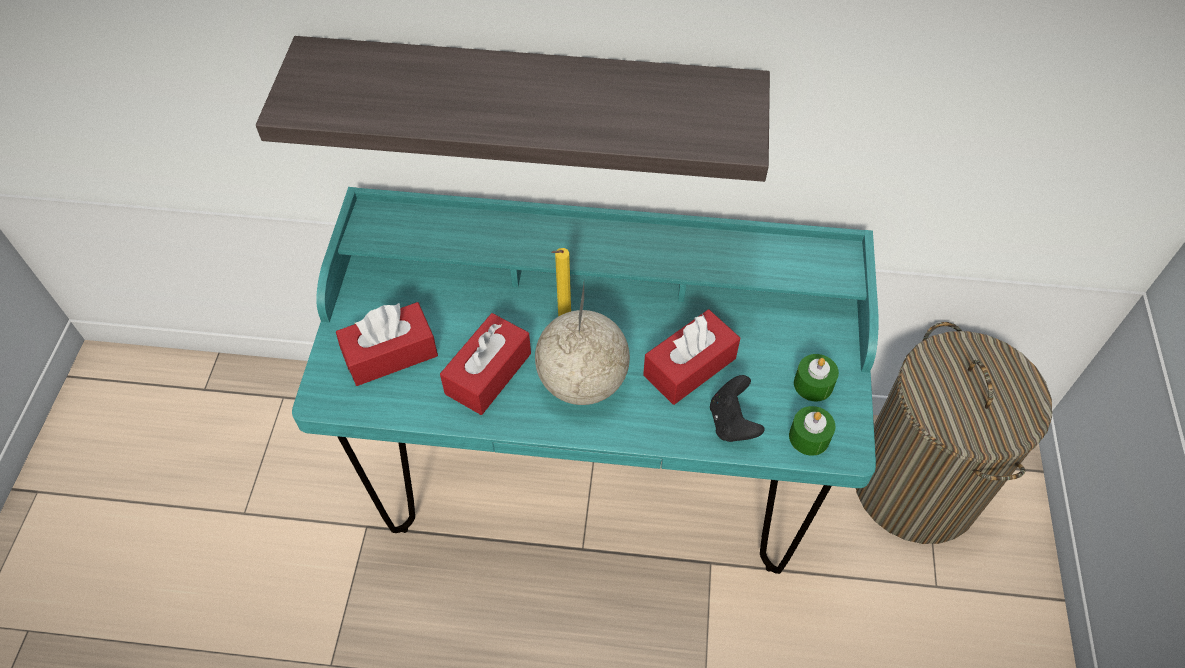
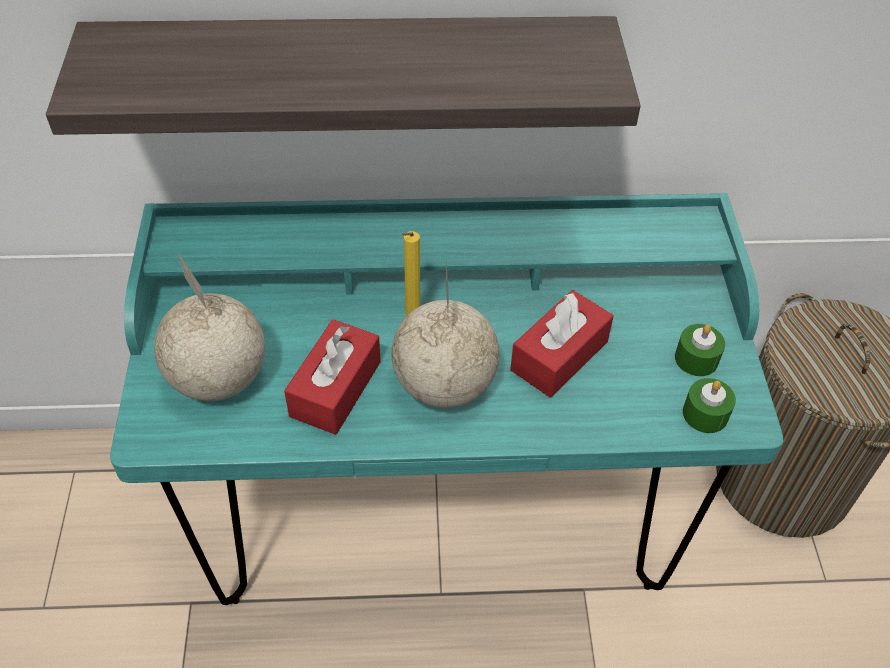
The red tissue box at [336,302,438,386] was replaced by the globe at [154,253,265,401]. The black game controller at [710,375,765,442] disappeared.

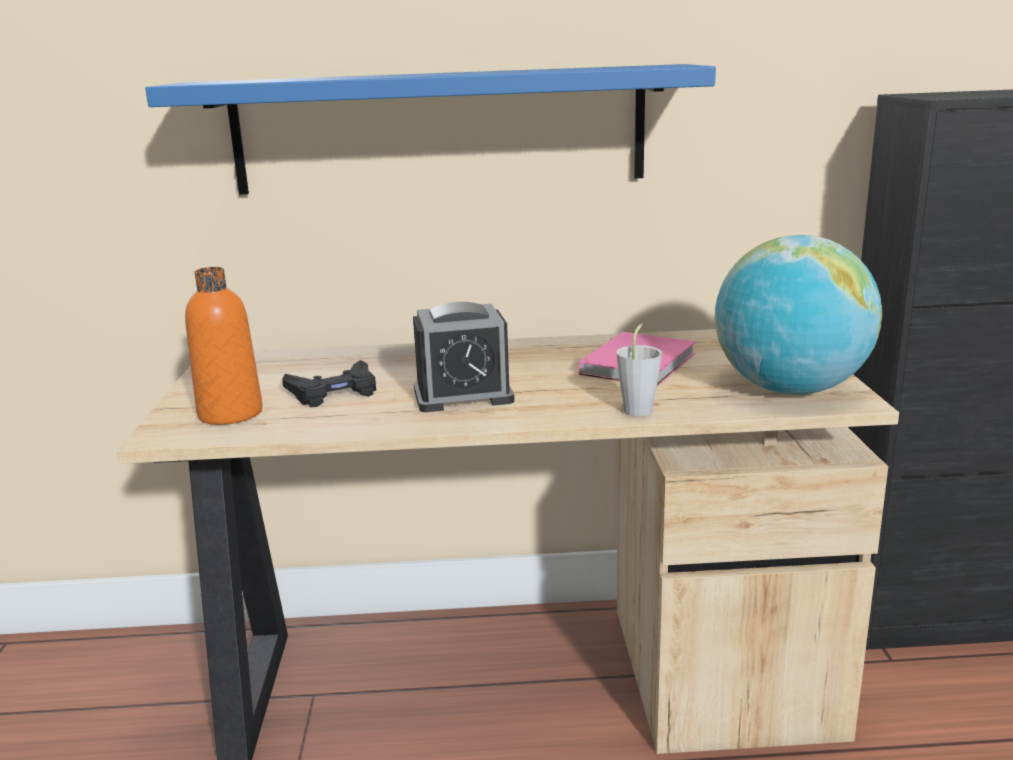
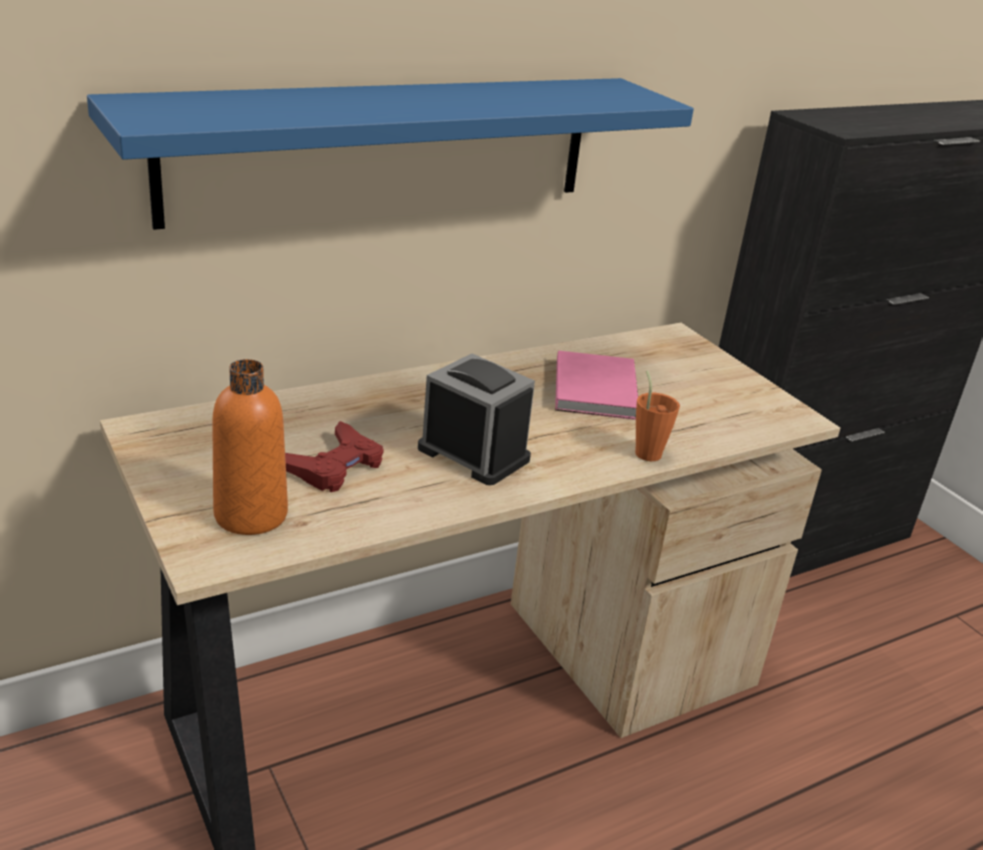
The globe at [715,235,882,395] disappeared. The alarm clock at [413,302,515,412] turned 105 degrees counterclockwise. The grey cup at [616,323,662,417] became the orange cup at [635,370,680,461]. The black game controller at [282,360,376,407] became the red game controller at [285,421,384,492].

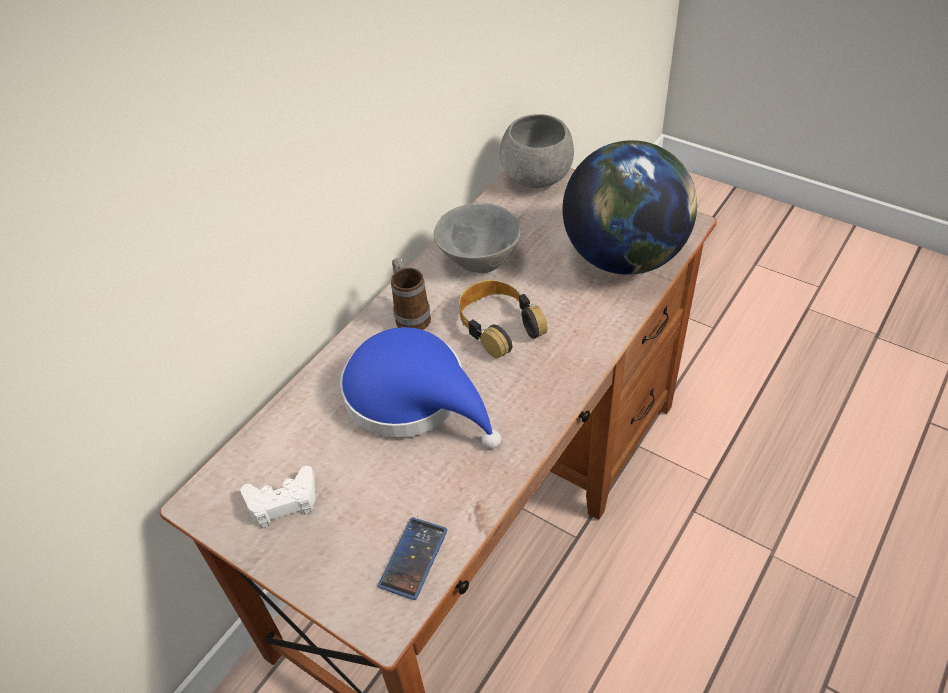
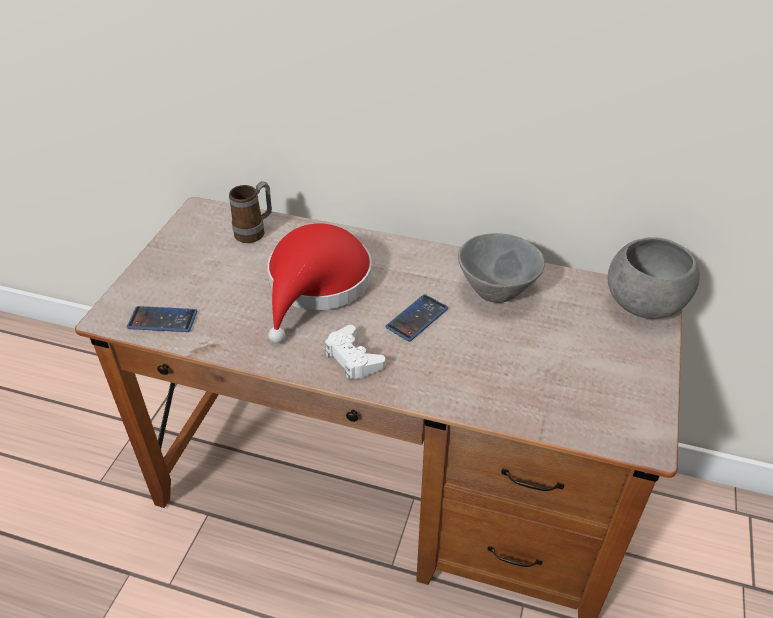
The globe at [562,140,697,275] disappeared. The mug moved from [391,258,431,330] to [229,181,272,243]. The headphones at [459,280,547,358] was replaced by the phone at [385,294,448,342]. The blue hat at [340,327,501,449] became the red hat at [267,223,372,344]. The white game controller moved from [240,466,315,528] to [325,325,385,380].

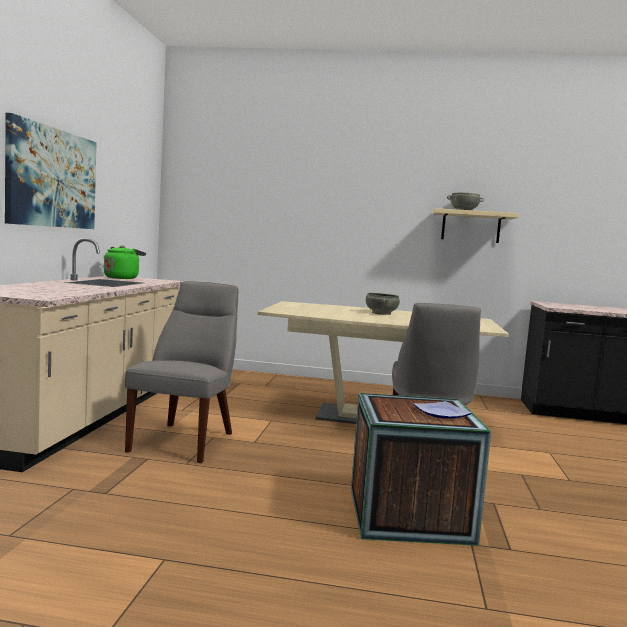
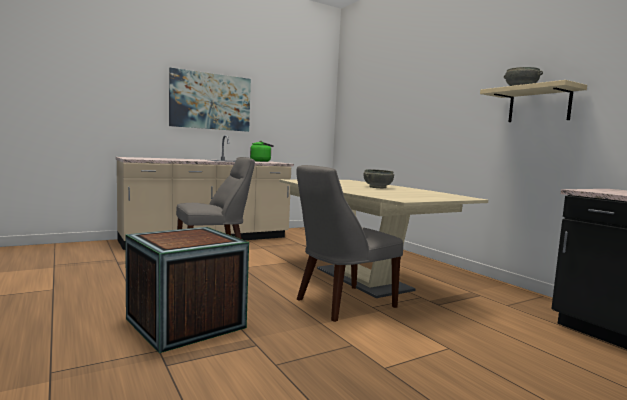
The plate at [414,401,472,419] disappeared.

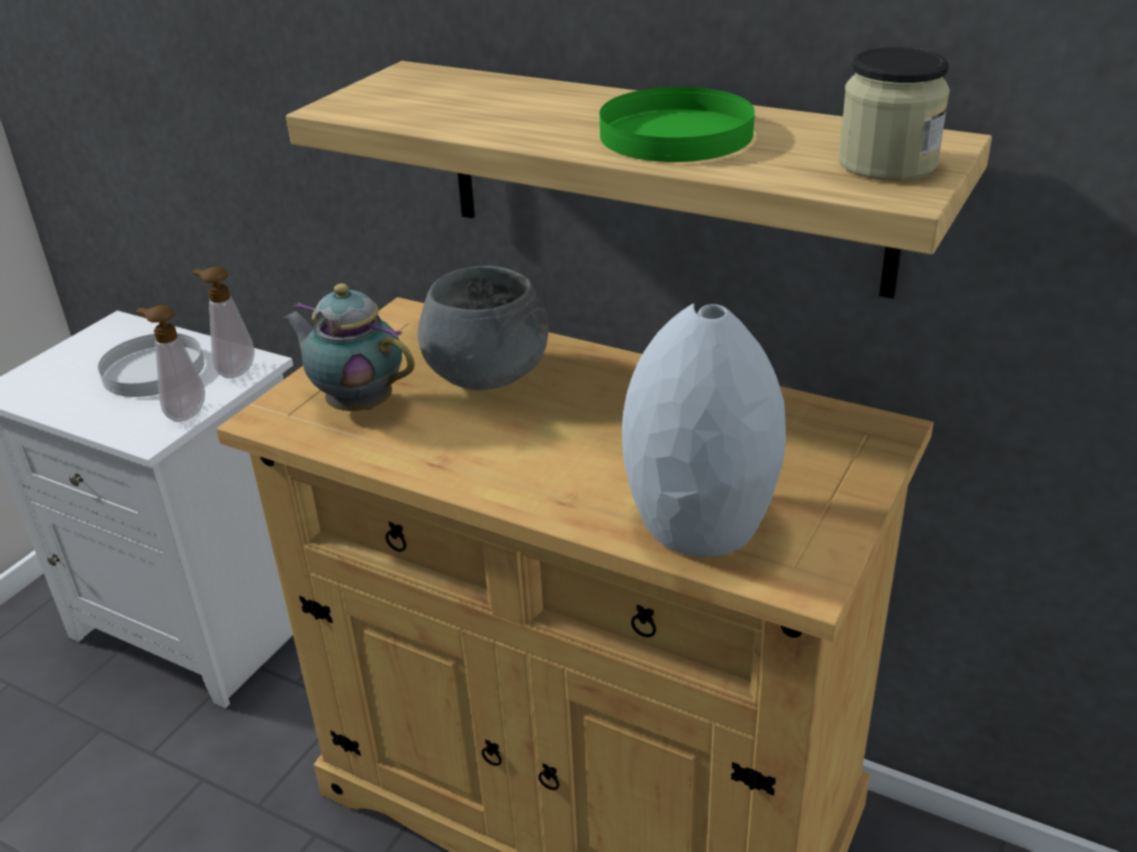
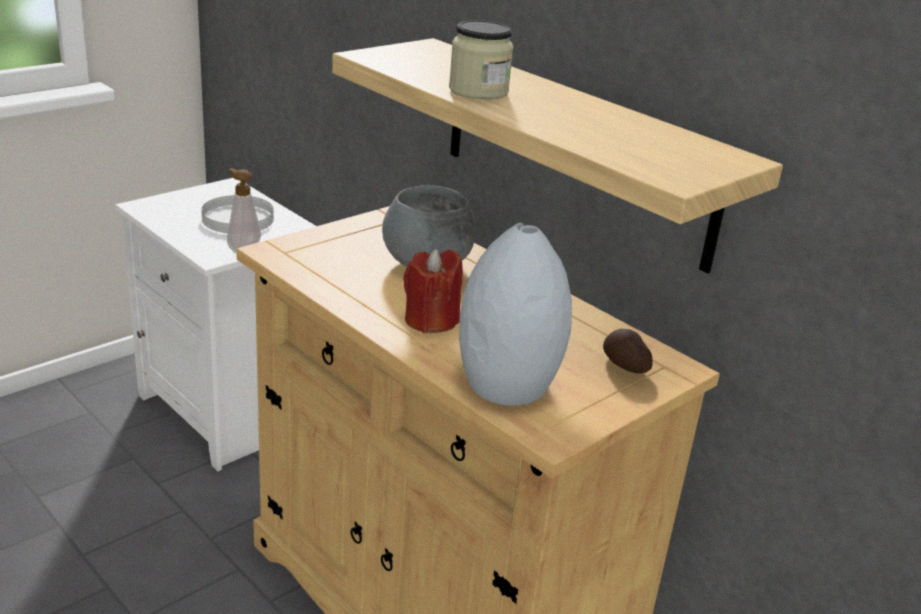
The jar moved from [838,47,950,181] to [449,20,514,100]. The green plate at [600,87,755,162] disappeared. The soap dispenser at [192,267,255,378] disappeared. The teapot at [282,283,415,411] disappeared. The red candle at [403,249,463,333] appeared. The potato at [603,329,653,374] appeared.

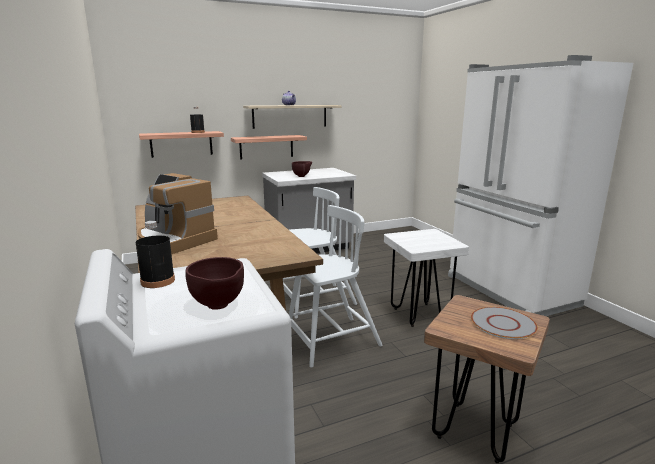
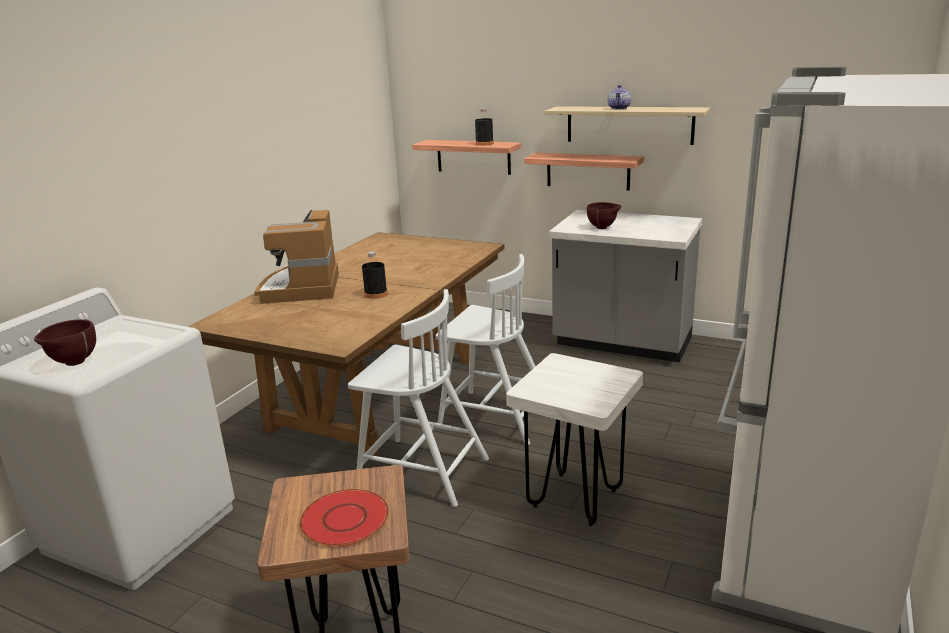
The black bottle moved from [136,221,175,288] to [362,251,388,299]. The grey plate at [471,307,538,339] became the red plate at [300,489,389,547].

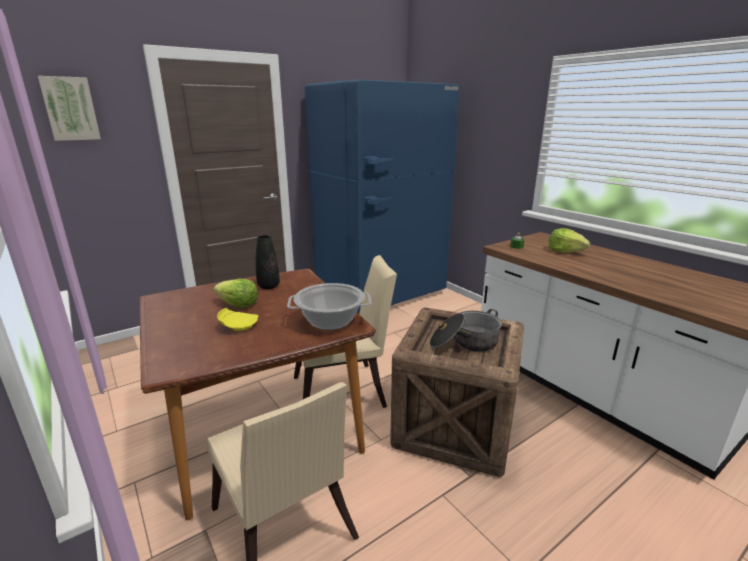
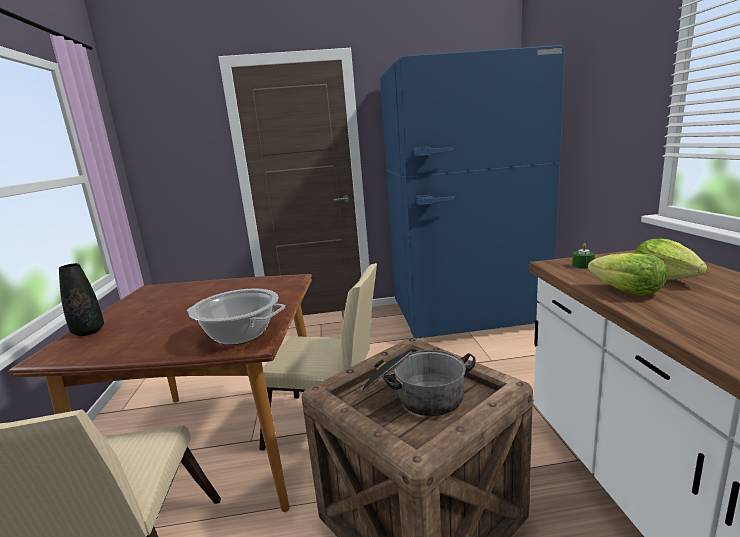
The picture at [38,76,101,141] disappeared. The black vase moved from [255,235,280,289] to [59,263,104,336]. The lettuce moved from [213,279,258,308] to [588,253,667,296]. The yellow plate at [217,308,258,331] disappeared.

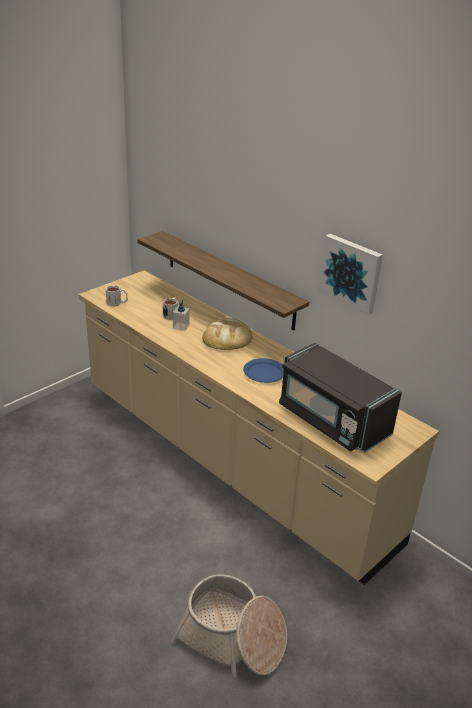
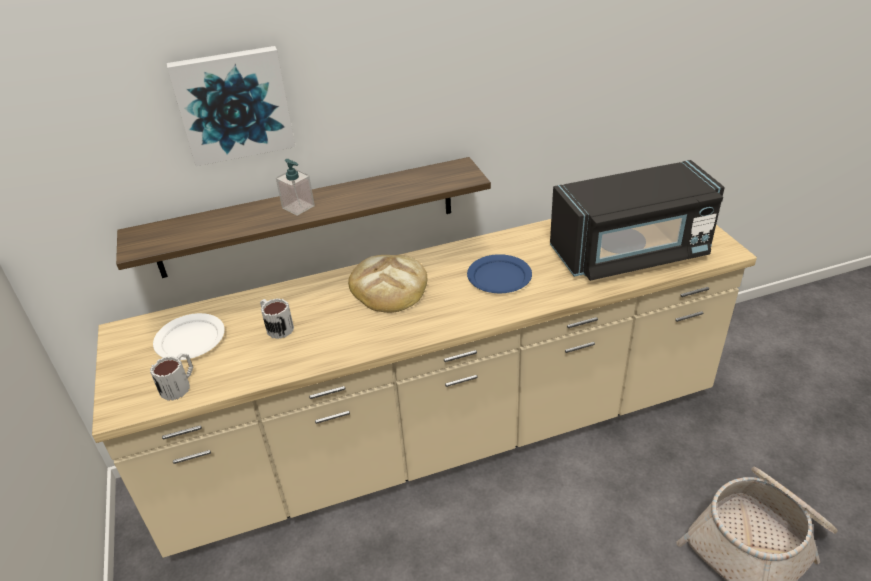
The picture moved from [319,234,383,315] to [167,46,295,166]. The soap dispenser moved from [173,300,190,331] to [276,159,315,216]. The white plate at [153,313,225,360] appeared.

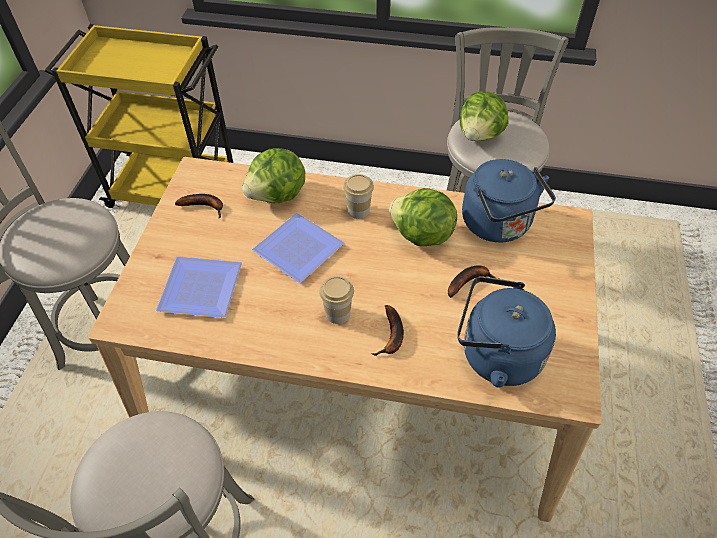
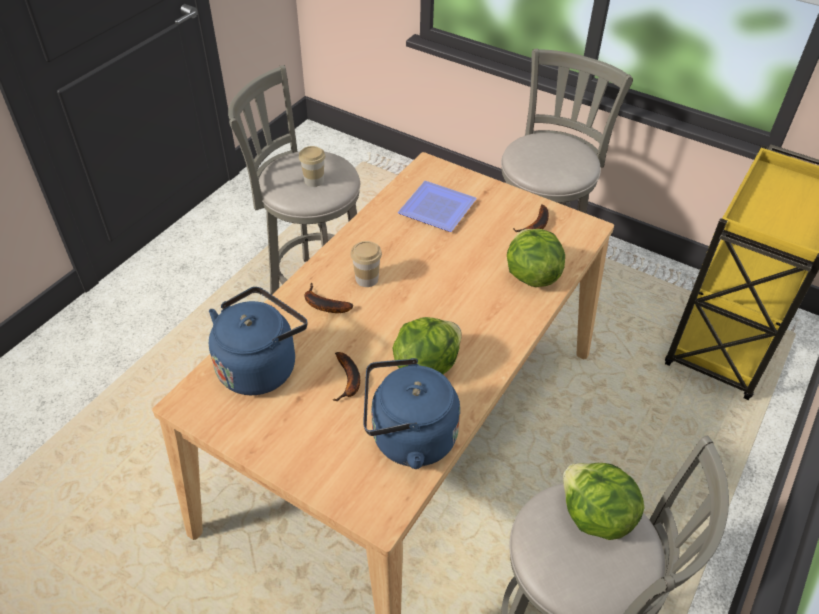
The cup moved from [343,174,374,219] to [299,146,325,187]. The plate at [252,213,344,283] disappeared.

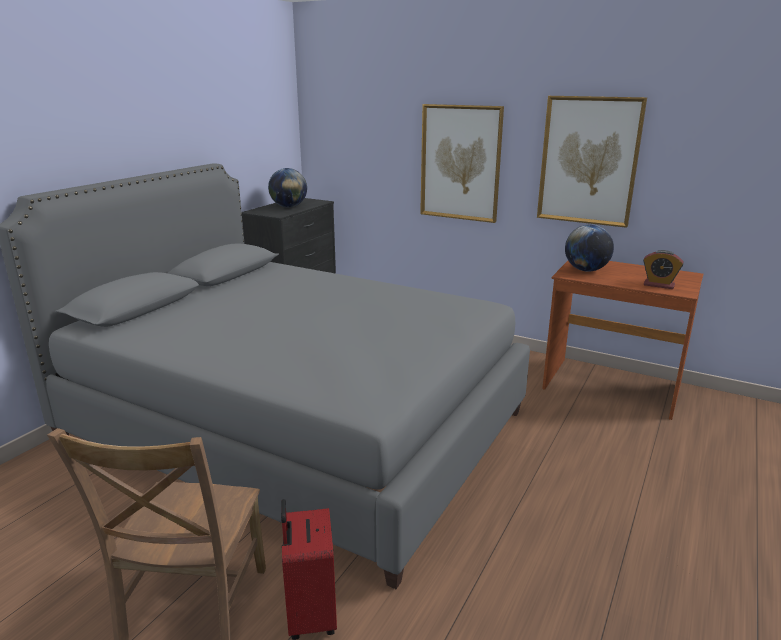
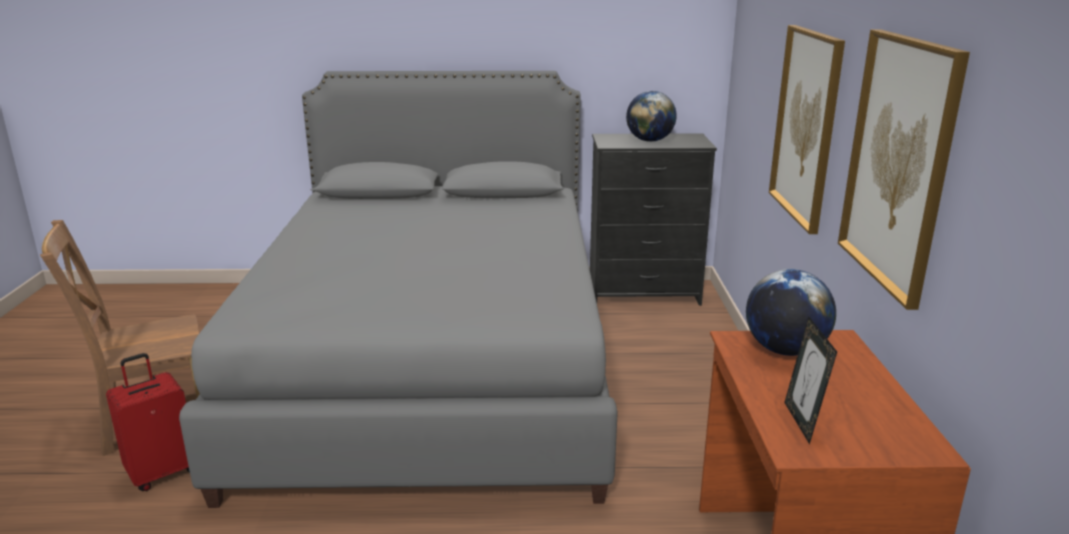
The alarm clock at [643,250,684,289] was replaced by the picture frame at [784,316,837,444].

